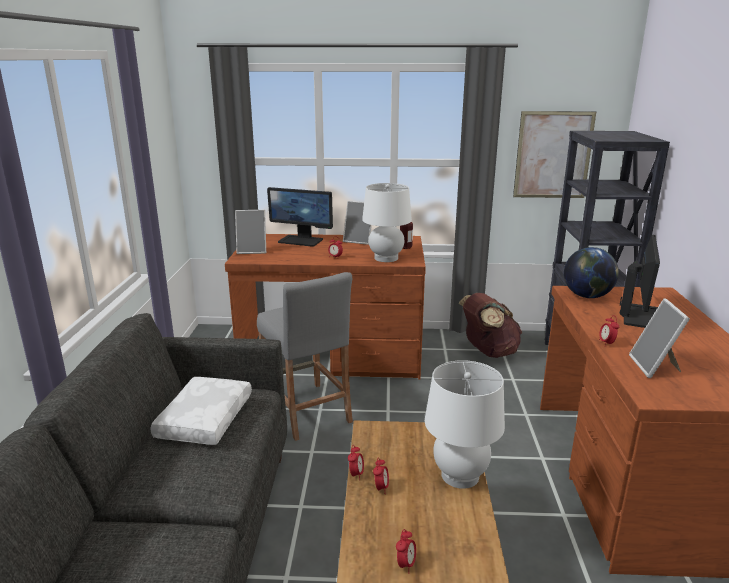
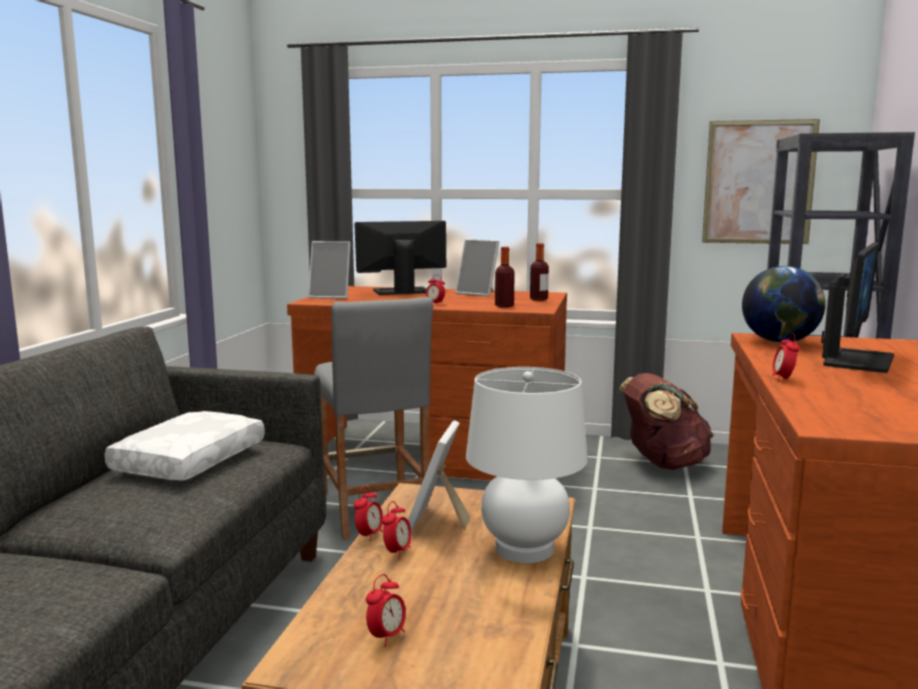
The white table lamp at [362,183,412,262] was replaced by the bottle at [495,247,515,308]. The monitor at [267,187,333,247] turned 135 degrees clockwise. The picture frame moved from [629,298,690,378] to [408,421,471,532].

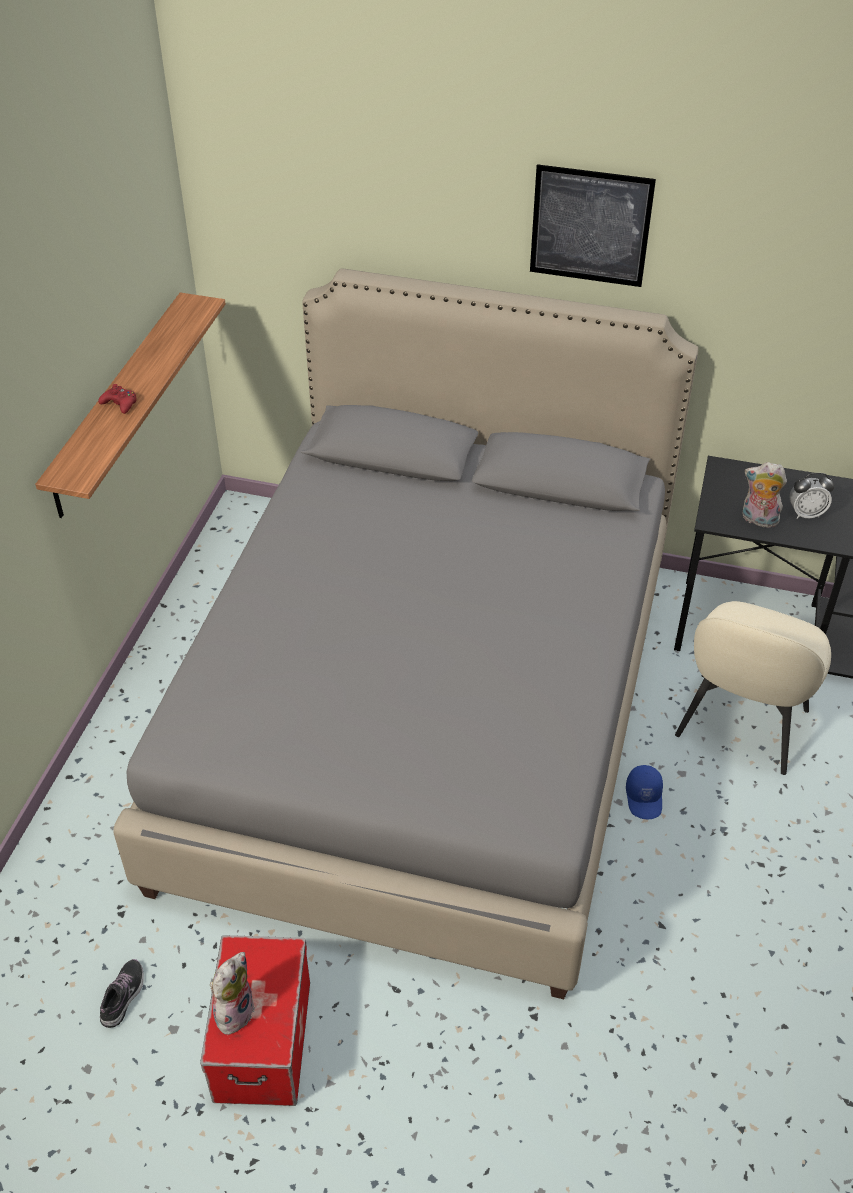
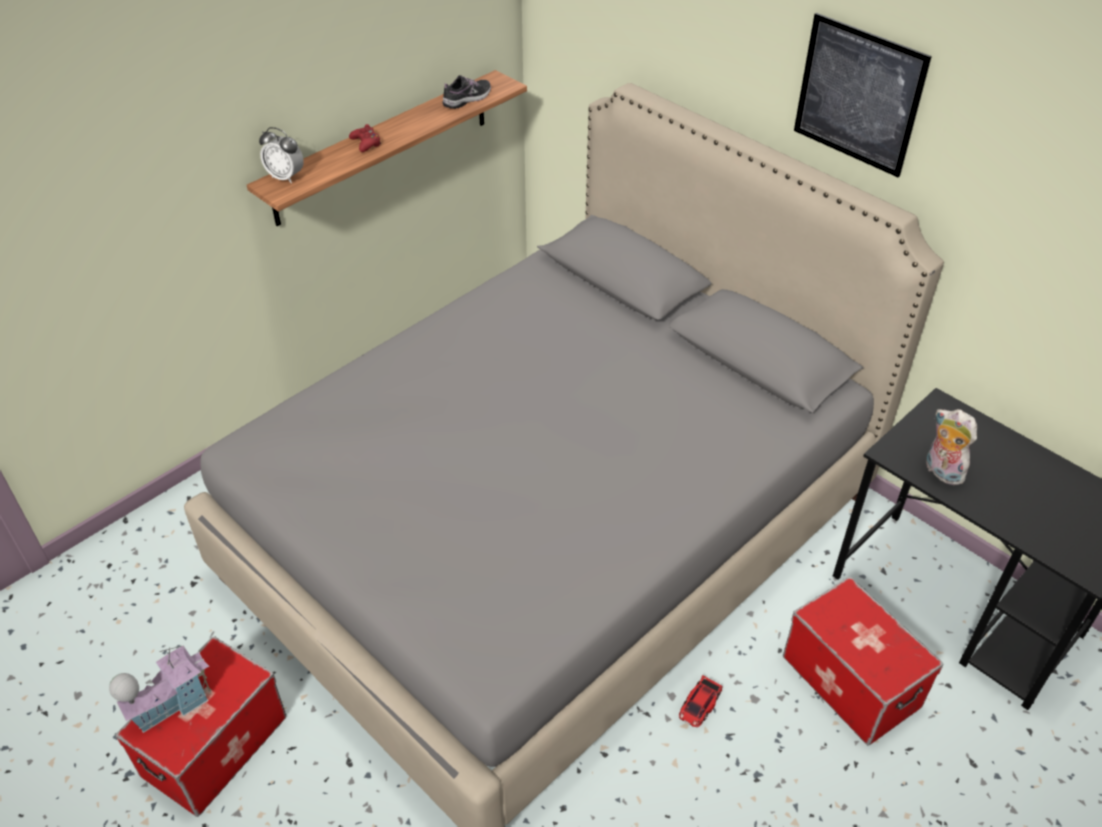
The alarm clock moved from [789,473,834,519] to [259,127,304,184]. The beige chair at [675,601,831,775] was replaced by the storage box at [783,577,944,746]. The blue cap at [626,765,663,819] was replaced by the toy car at [679,675,723,727]. The plush toy at [210,952,255,1035] was replaced by the toy house at [109,646,211,733]. The shoe moved from [100,959,144,1028] to [442,75,491,109].

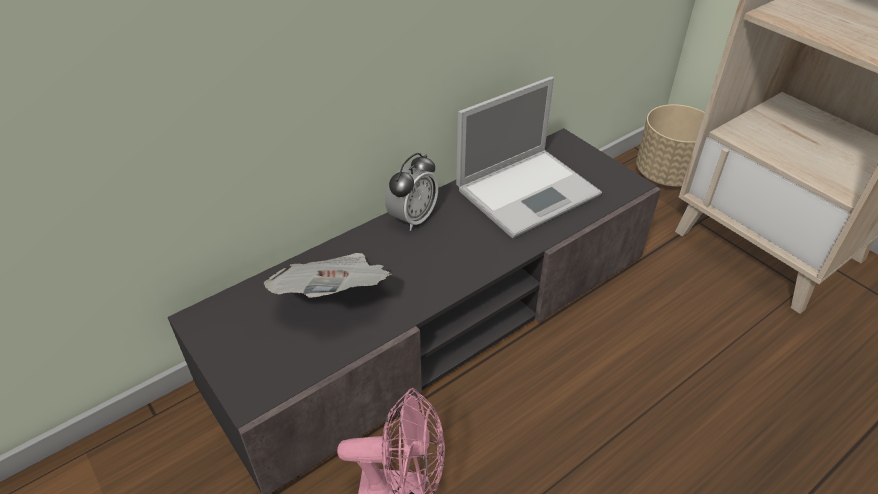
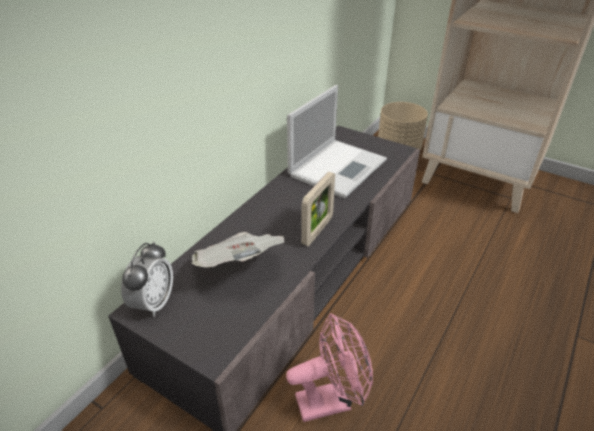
The alarm clock moved from [385,153,438,231] to [121,242,173,317]. The picture frame at [301,172,335,246] appeared.

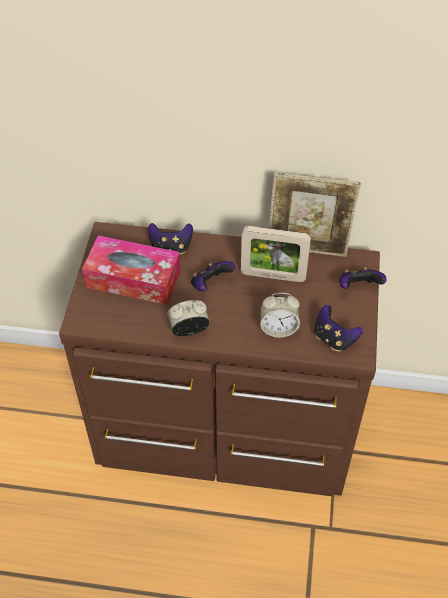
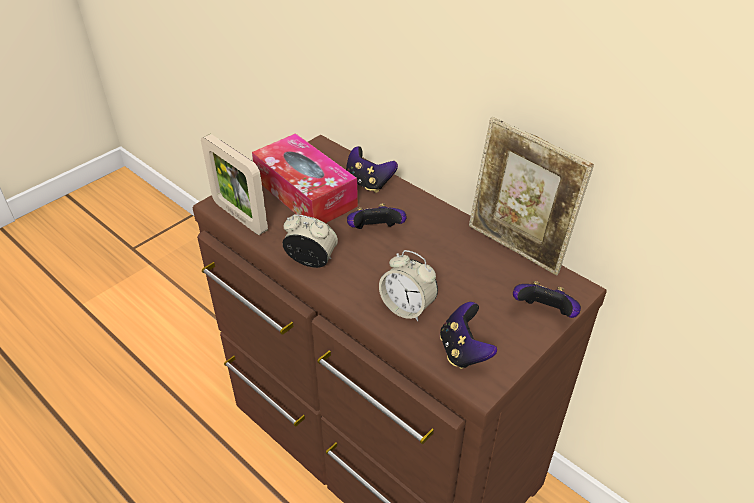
The picture frame moved from [241,226,311,282] to [201,134,268,235].

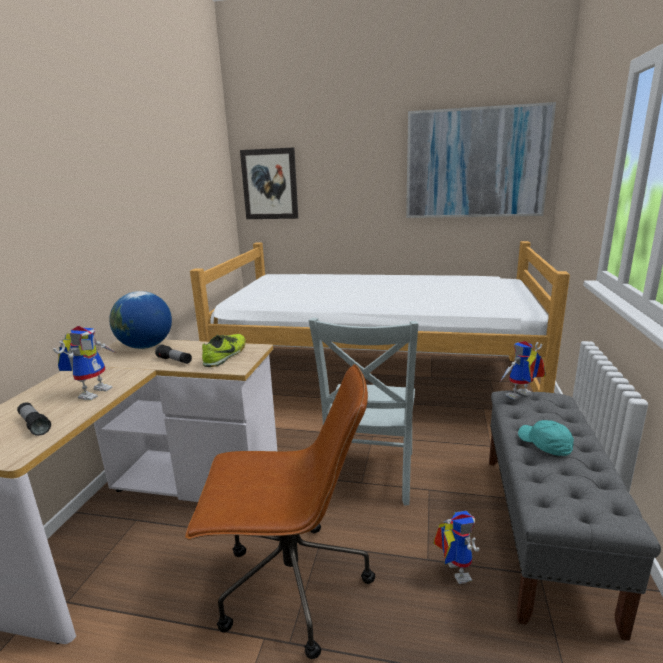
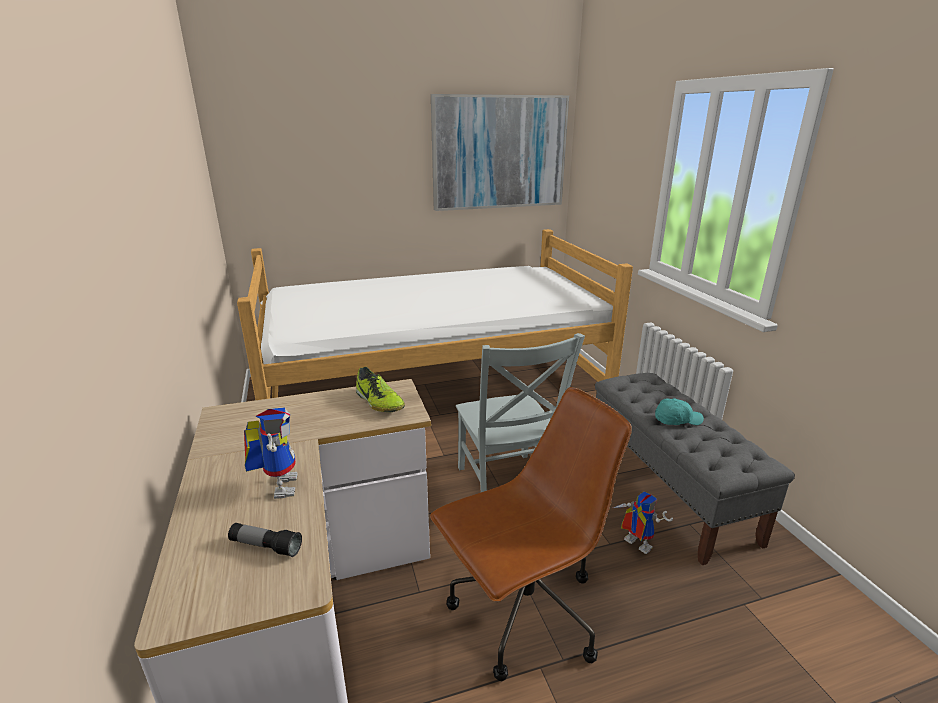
The picture at [240,147,298,219] disappeared. The globe at [109,291,172,349] disappeared. The shoe at [202,334,246,367] turned 150 degrees clockwise. The toy robot at [501,341,546,399] disappeared. The flashlight at [155,344,192,364] disappeared. The turquoise cap at [518,420,574,456] turned 135 degrees clockwise.

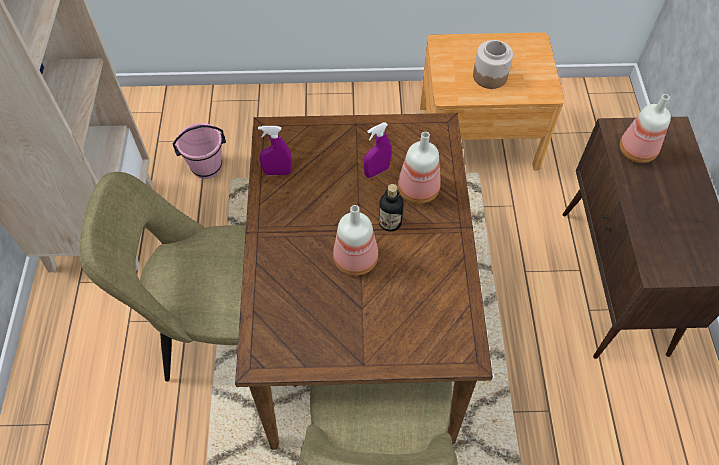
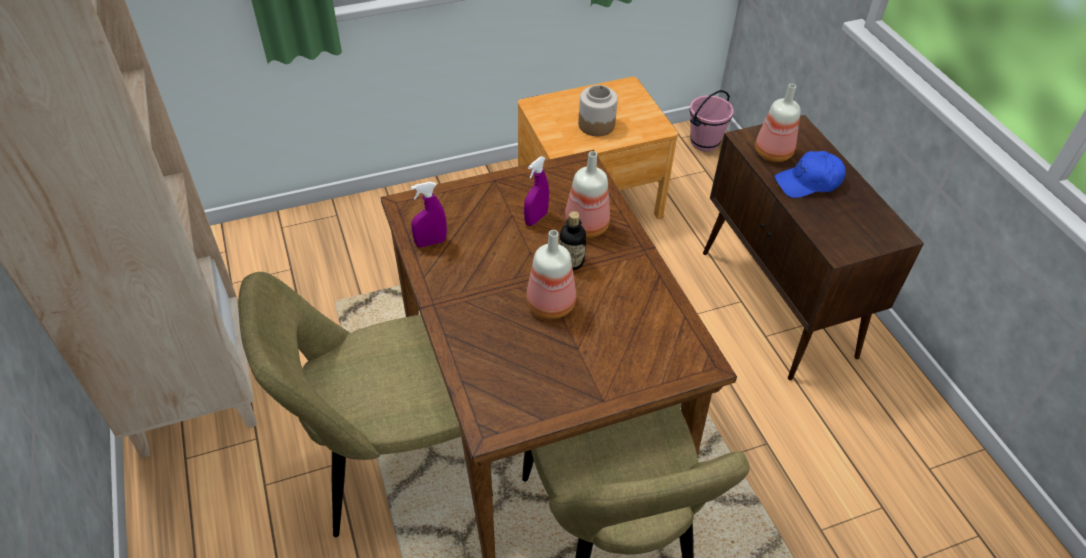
The pink bucket moved from [173,123,226,179] to [690,90,734,151]. The blue cap at [775,151,846,198] appeared.

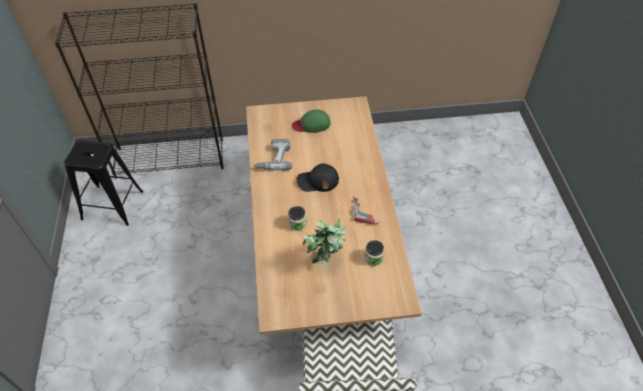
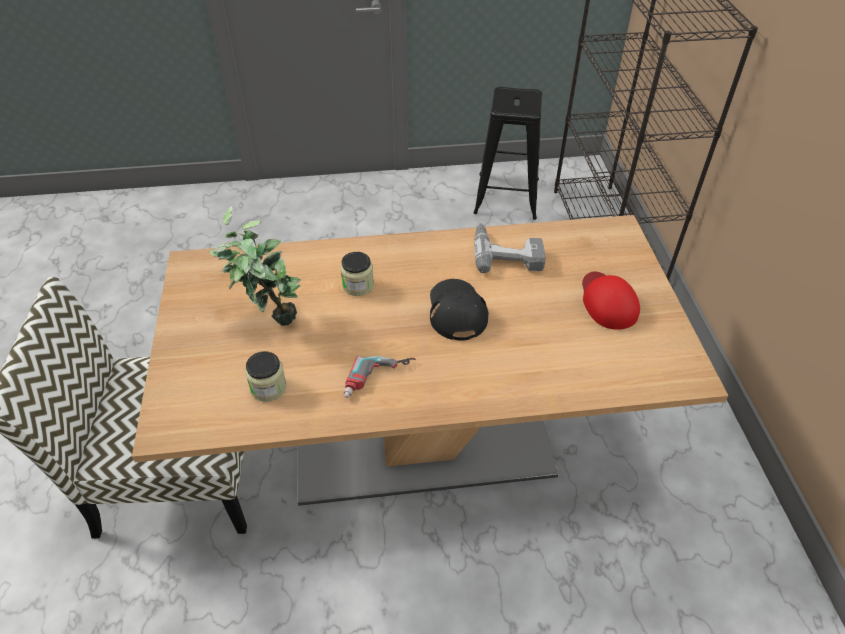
The green cap at [292,110,331,133] became the red cap at [582,271,640,330].

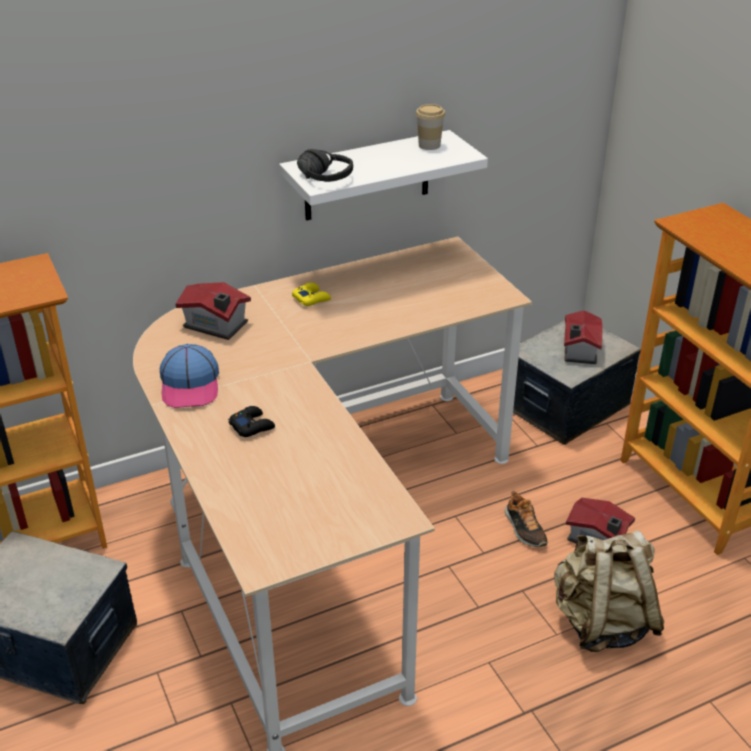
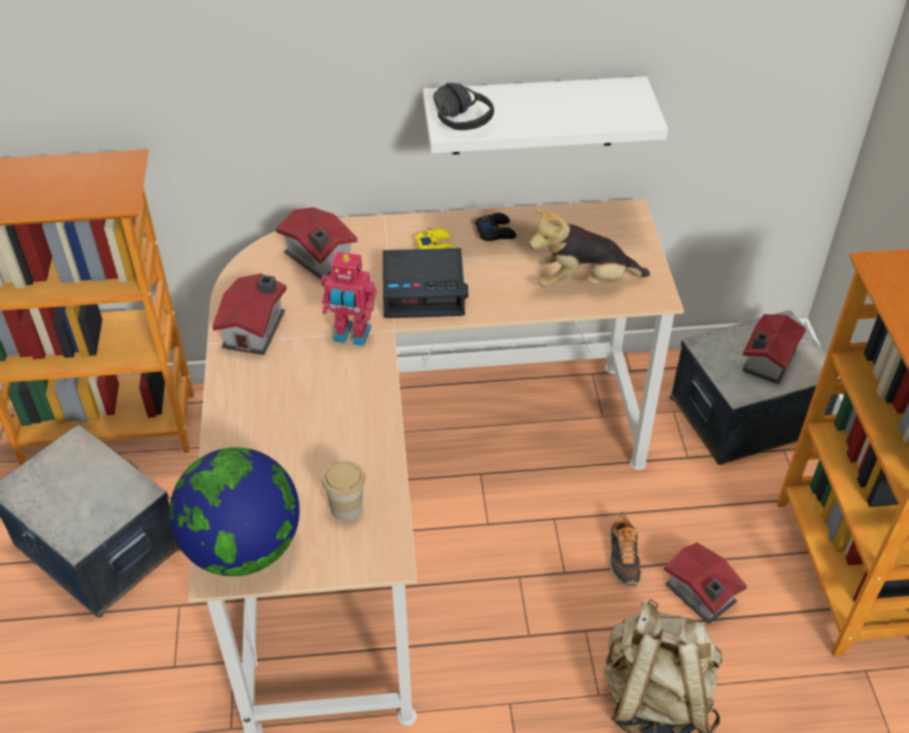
The cup moved from [416,104,445,150] to [322,460,365,521]. The cap at [160,344,219,408] was replaced by the toy house at [212,273,287,355]. The black game controller moved from [228,406,275,437] to [475,213,516,241]. The plush toy at [529,208,650,287] appeared. The alarm clock at [383,248,468,318] appeared. The toy robot at [321,252,376,346] appeared. The globe at [169,447,300,576] appeared.

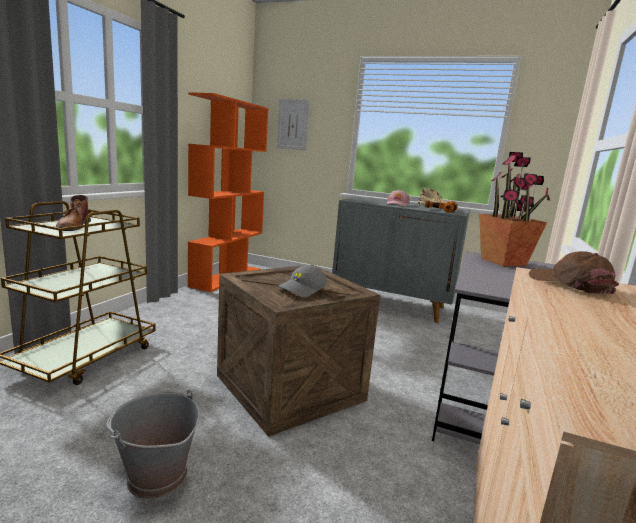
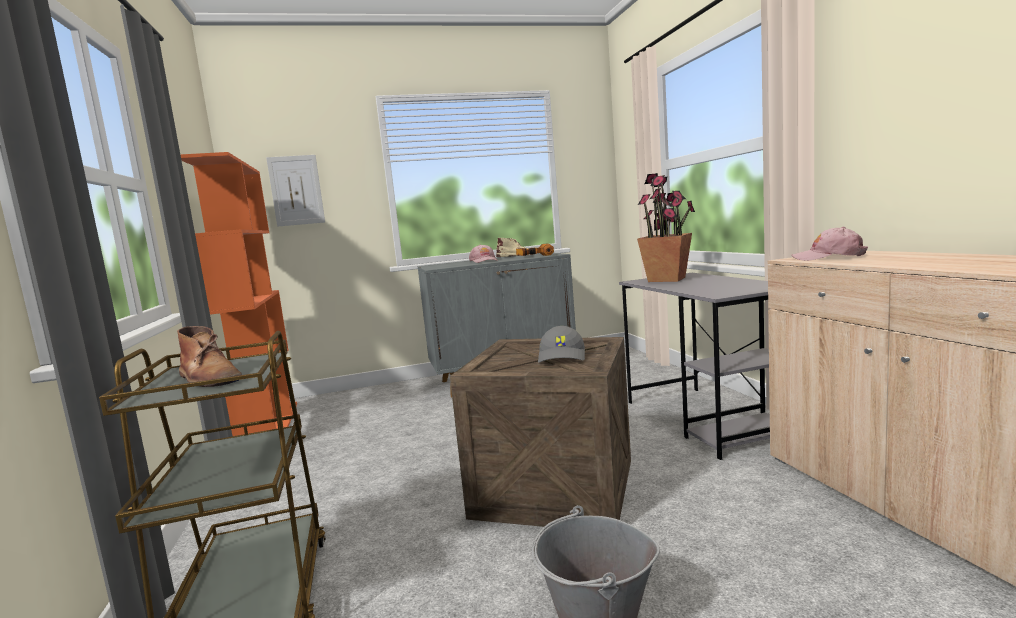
The brown cap at [529,251,619,294] became the pink cap at [791,227,868,261].

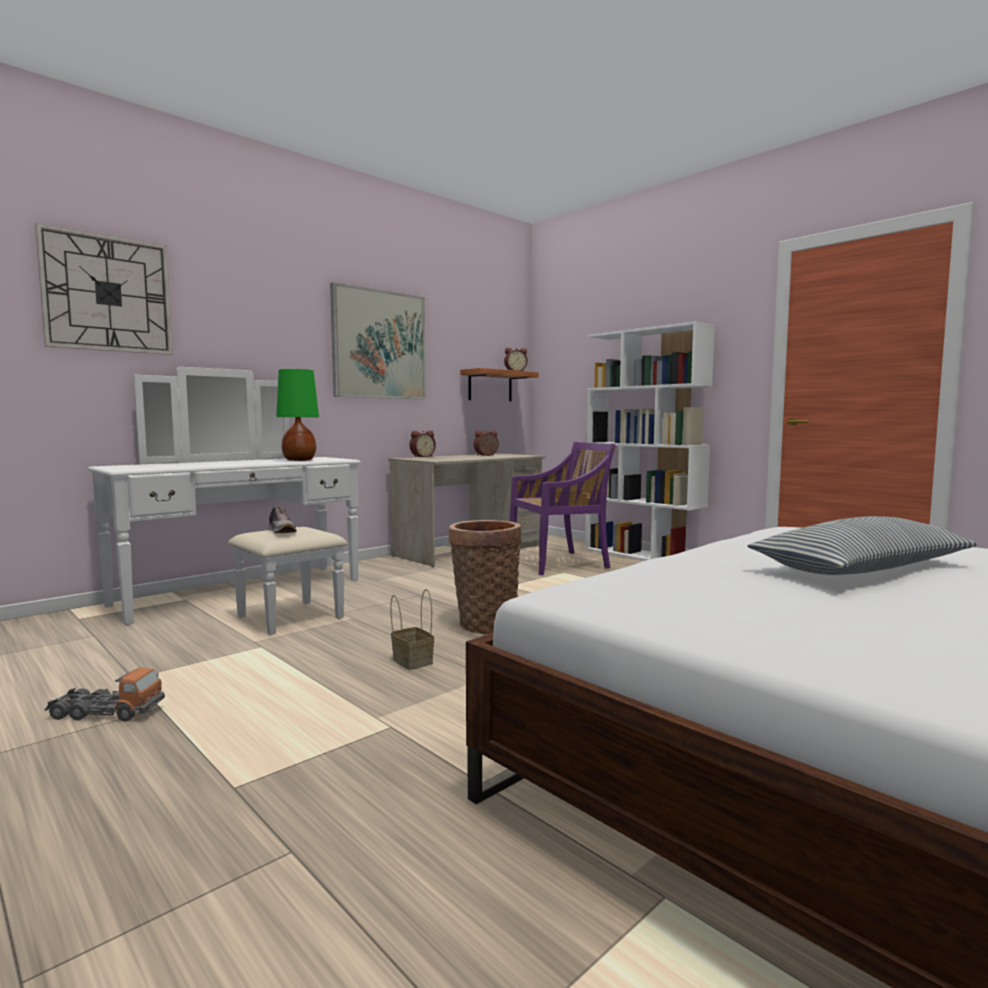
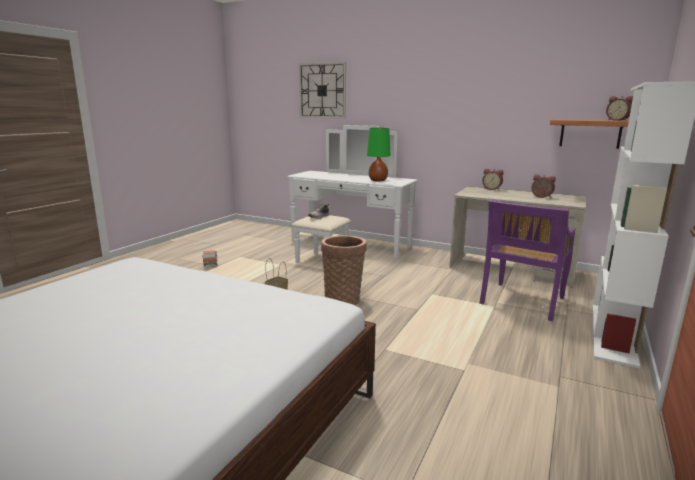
The picture at [330,282,426,399] disappeared. The purple chair at [510,442,616,575] turned 75 degrees clockwise. The pillow at [747,516,978,575] disappeared.

